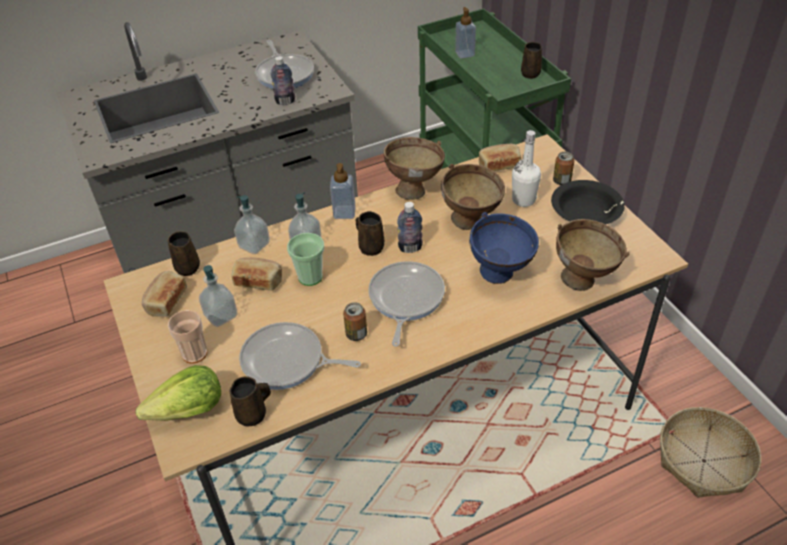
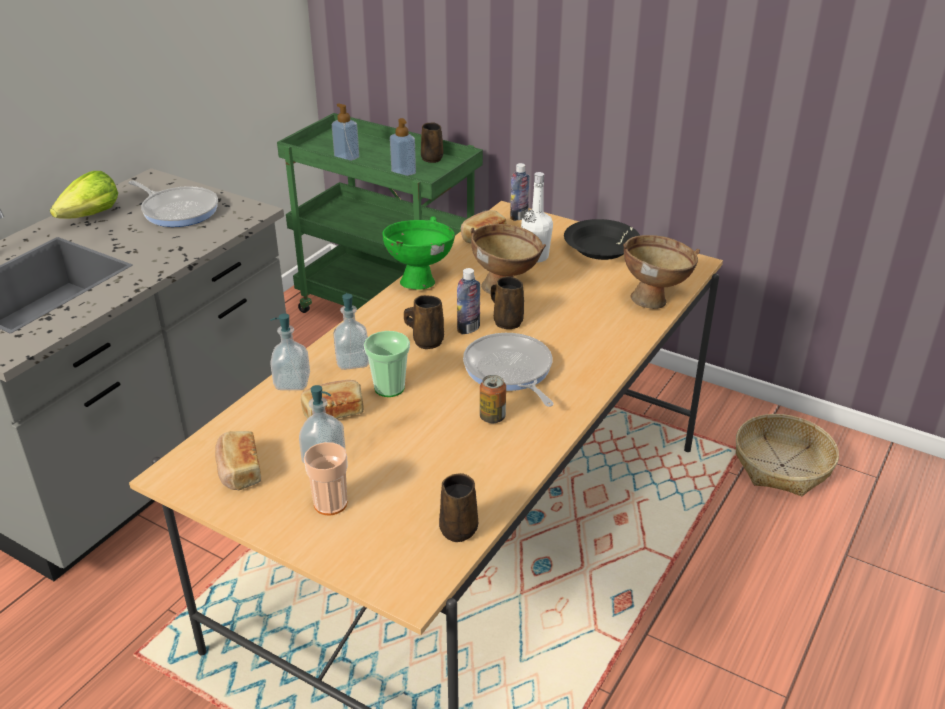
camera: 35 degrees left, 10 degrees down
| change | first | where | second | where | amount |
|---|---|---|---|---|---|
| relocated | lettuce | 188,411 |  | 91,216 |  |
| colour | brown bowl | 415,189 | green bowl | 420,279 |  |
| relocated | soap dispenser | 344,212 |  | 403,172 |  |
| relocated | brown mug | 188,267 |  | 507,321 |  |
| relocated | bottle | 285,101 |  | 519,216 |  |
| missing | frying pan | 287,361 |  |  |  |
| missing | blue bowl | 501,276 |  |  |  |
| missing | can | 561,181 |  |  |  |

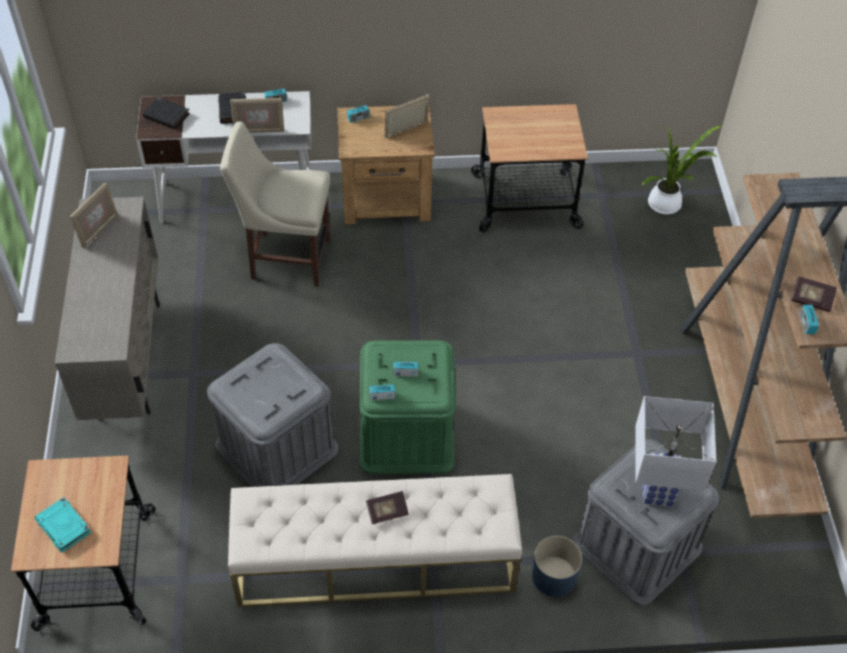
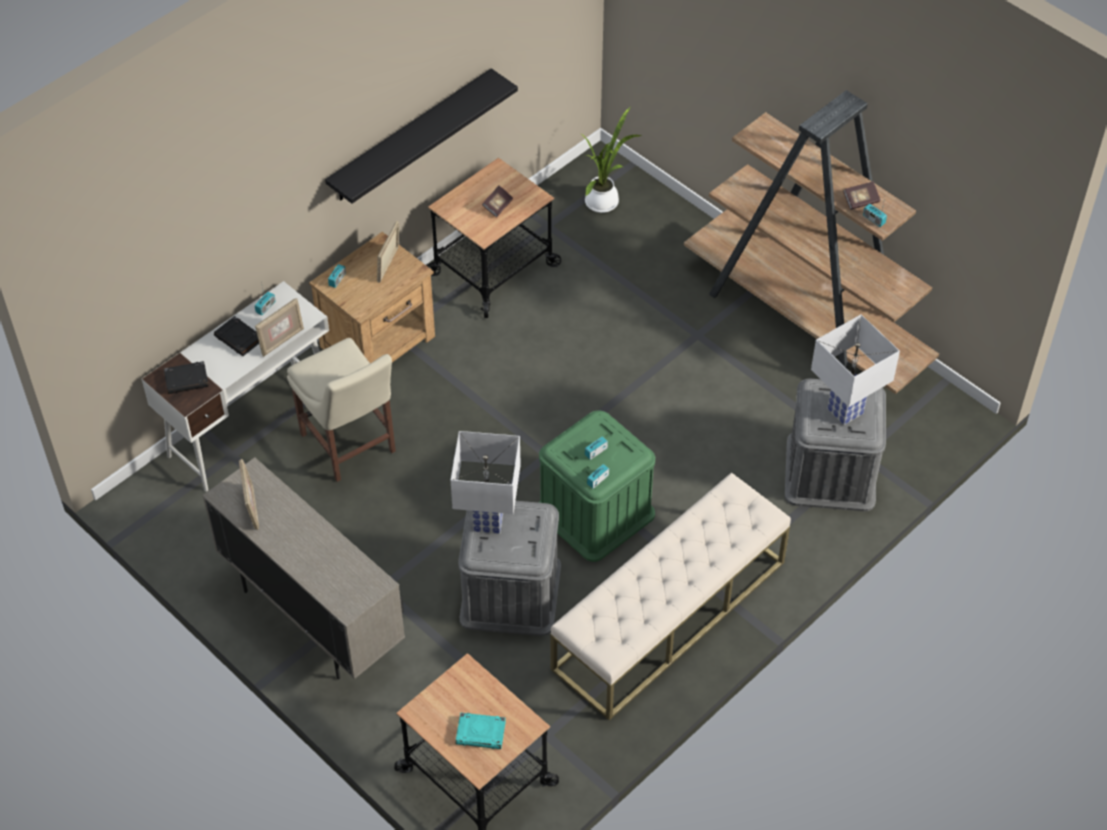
camera: 40 degrees left, 0 degrees up
| change | first | where | second | where | amount |
|---|---|---|---|---|---|
| spun | beige chair | 286,258 |  | 350,446 | 90 degrees counterclockwise |
| appeared |  |  | black shelf | 411,136 |  |
| appeared |  |  | white table lamp | 488,522 |  |
| relocated | book | 387,512 |  | 497,206 |  |
| missing | blue planter | 553,576 |  |  |  |

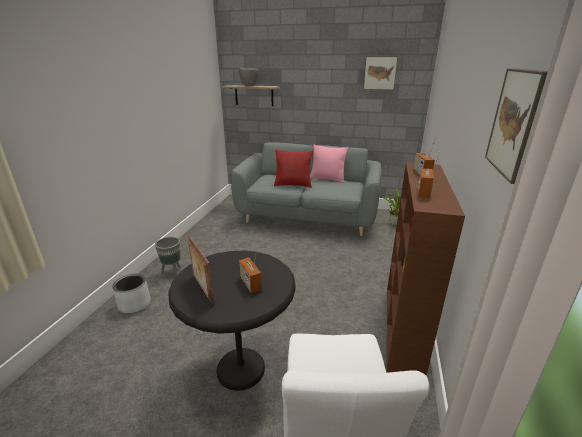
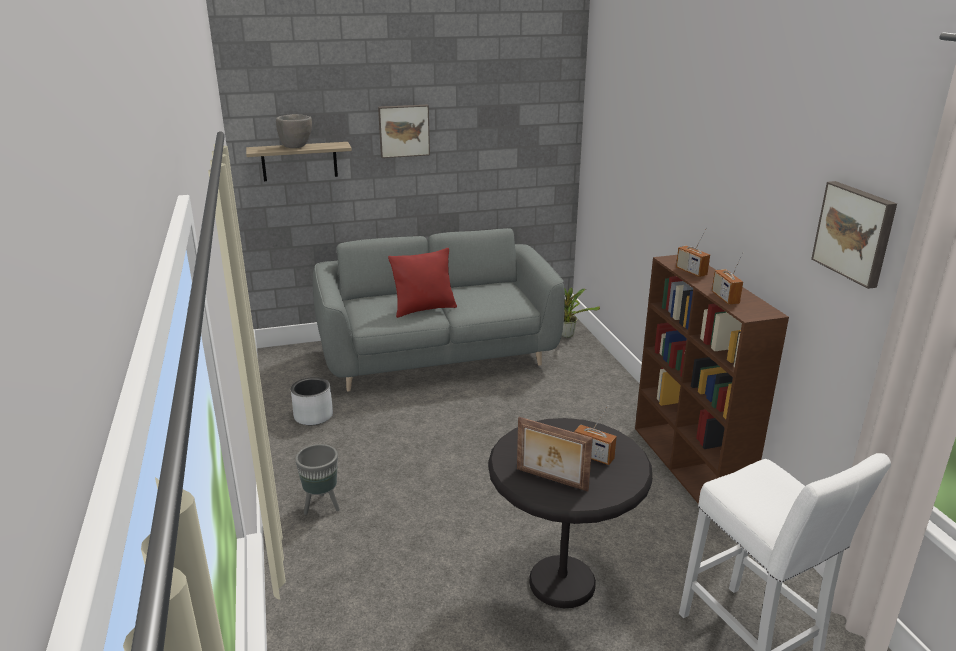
camera: 30 degrees left, 0 degrees up
| change | first | where | second | where | amount |
|---|---|---|---|---|---|
| relocated | grey planter | 134,304 |  | 313,416 |  |
| relocated | picture | 380,73 |  | 404,130 |  |
| missing | pink pillow | 327,179 |  |  |  |

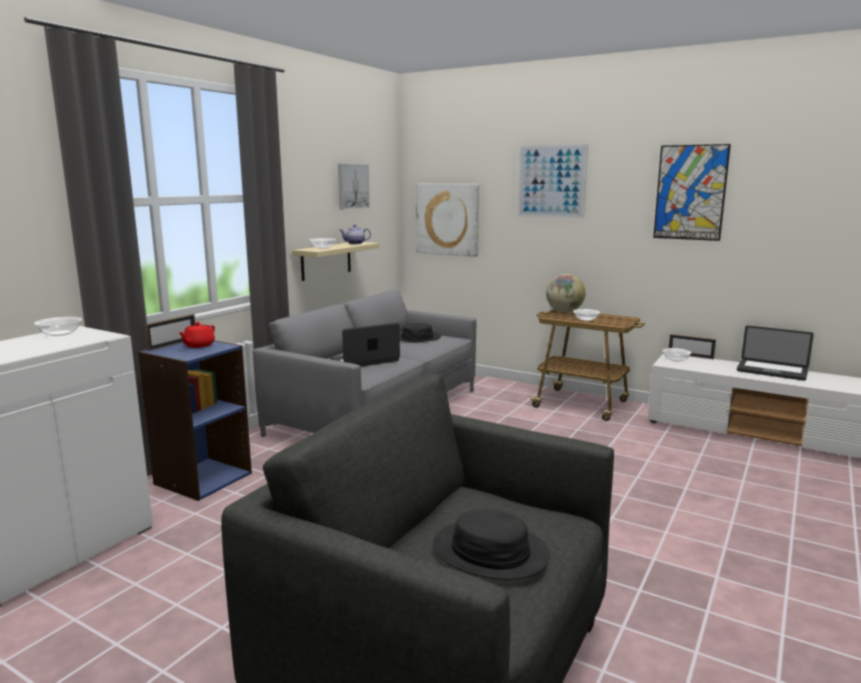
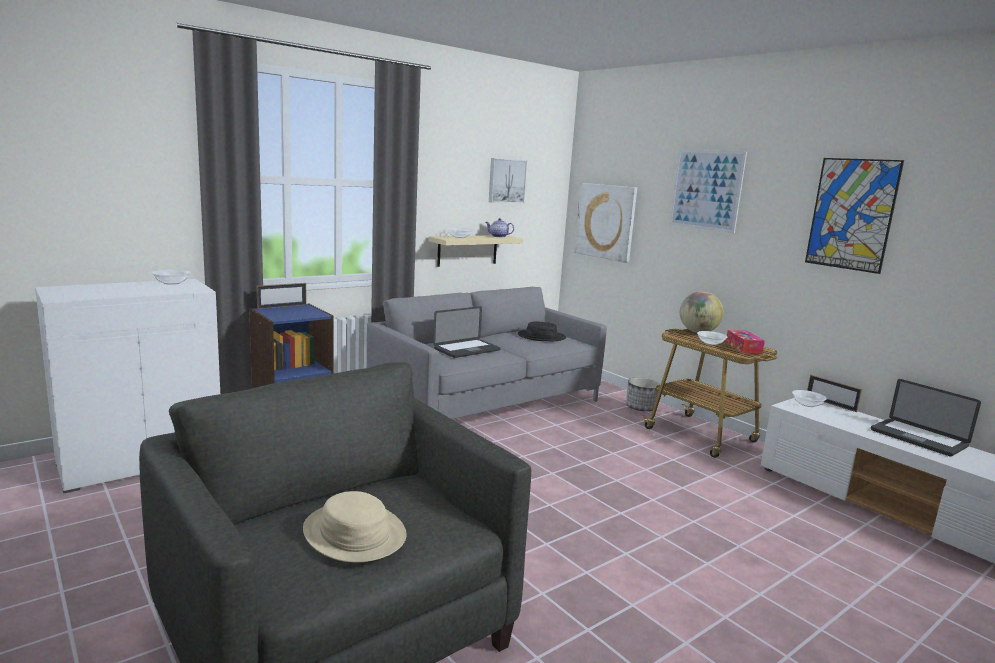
camera: 20 degrees right, 0 degrees up
| change | first | where | second | where | amount |
|---|---|---|---|---|---|
| colour | black hat | 490,552 | beige hat | 354,533 |  |
| spun | laptop | 365,361 |  | 467,349 | 150 degrees clockwise |
| appeared |  |  | planter | 641,408 |  |
| appeared |  |  | tissue box | 743,348 |  |
| missing | red teapot | 198,345 |  |  |  |

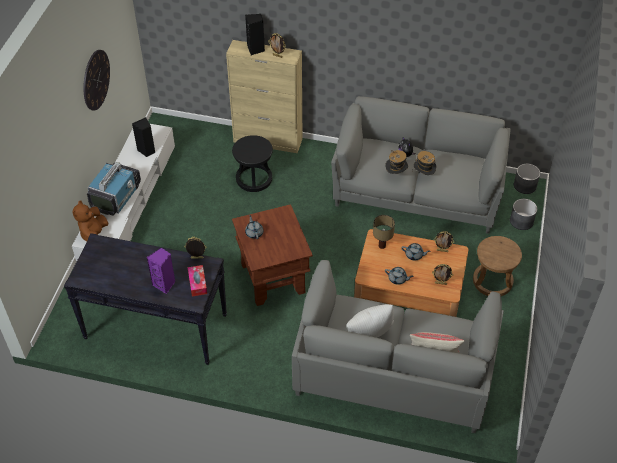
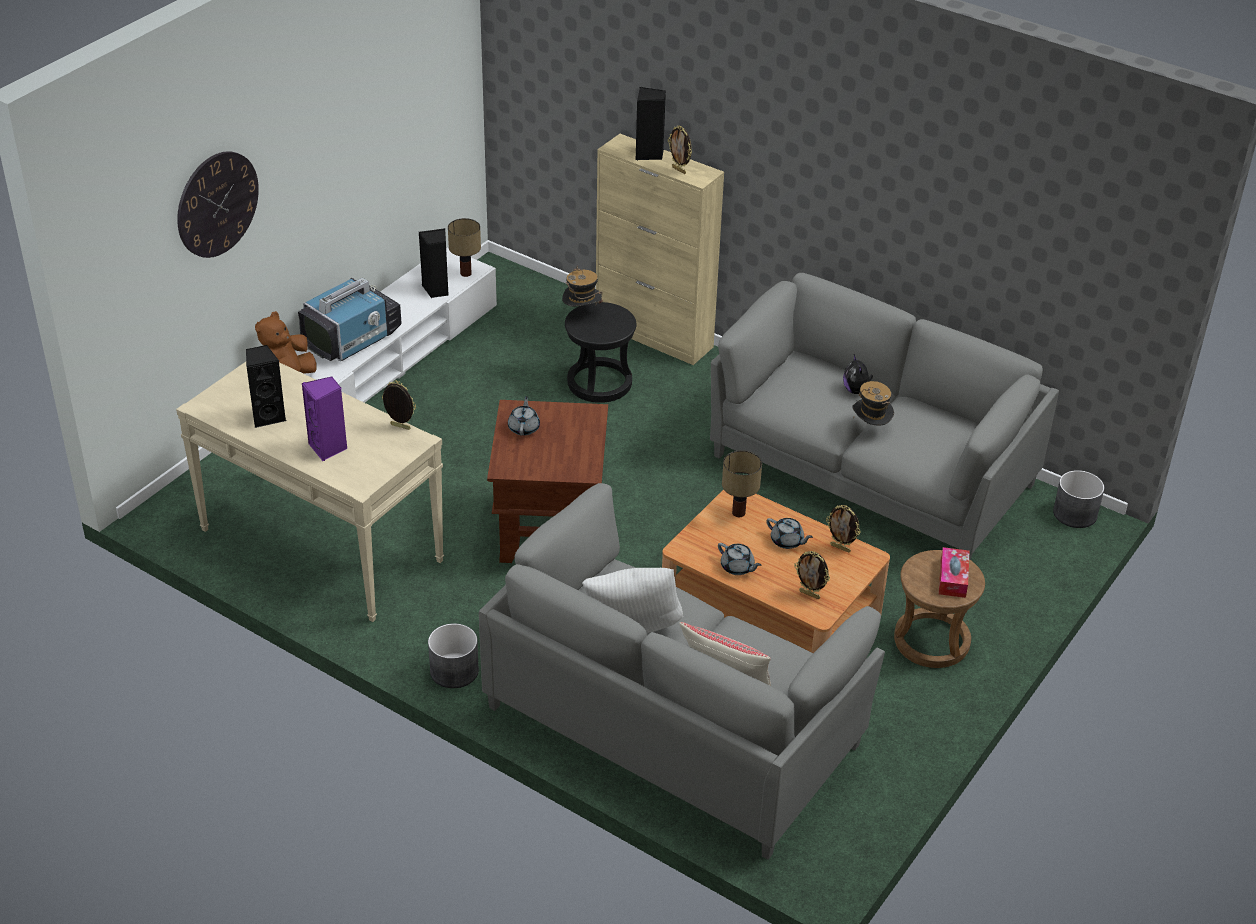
camera: 20 degrees right, 10 degrees down
| change | first | where | second | where | amount |
|---|---|---|---|---|---|
| colour | black console table | 155,326 | beige console table | 320,545 |  |
| relocated | wall clock | 96,80 |  | 217,204 |  |
| appeared |  |  | black speaker | 268,416 |  |
| relocated | grey planter | 521,221 |  | 454,671 |  |
| appeared |  |  | table lamp | 466,273 |  |
| relocated | hat | 396,174 |  | 582,313 |  |
| relocated | tissue box | 197,283 |  | 953,578 |  |

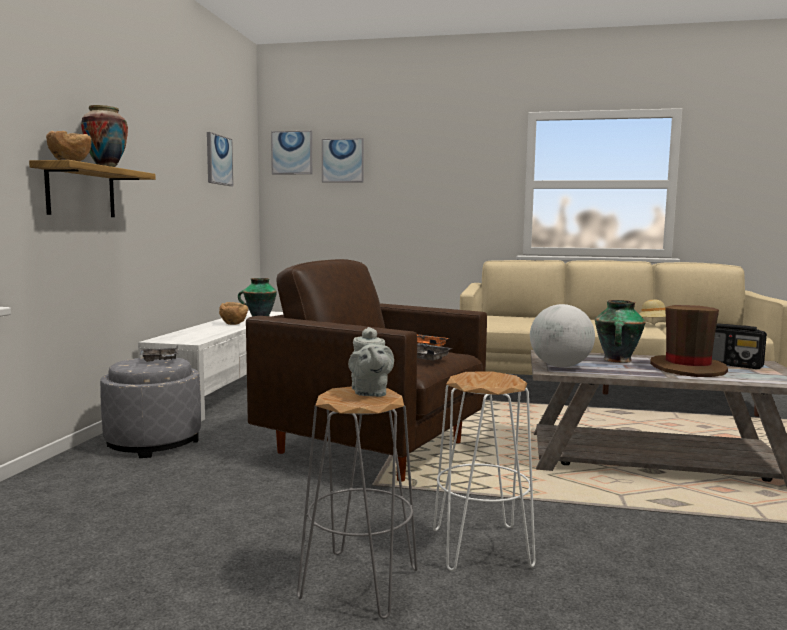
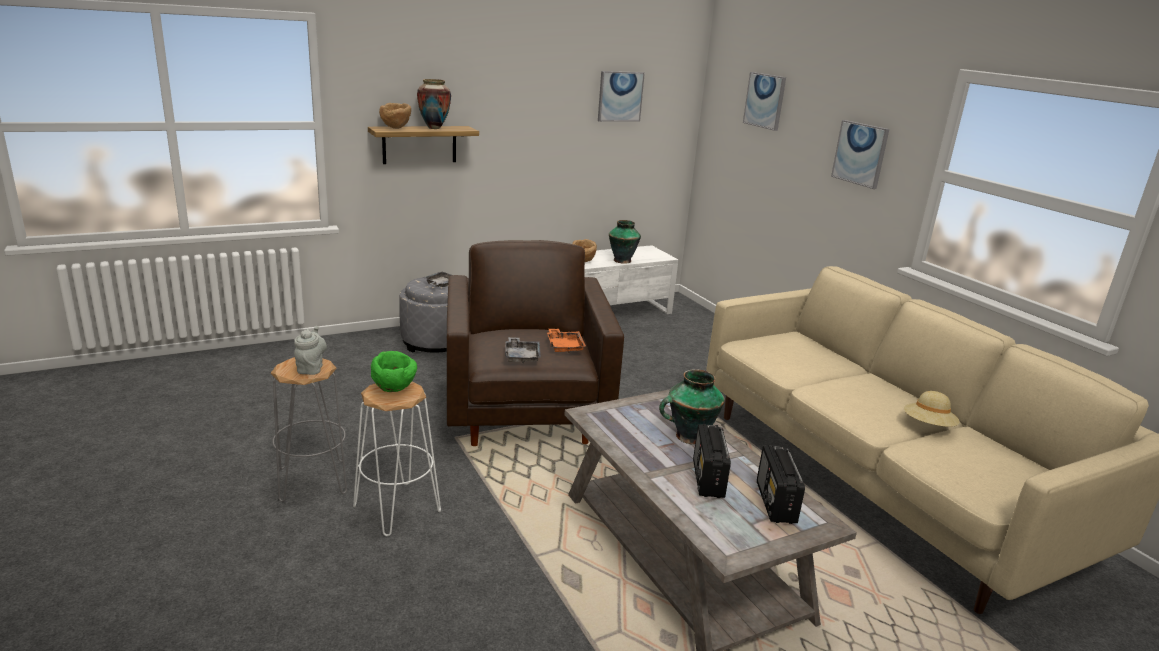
camera: 50 degrees right, 15 degrees up
| change | first | where | second | where | amount |
|---|---|---|---|---|---|
| spun | grey teapot | 369,393 |  | 311,368 | 135 degrees clockwise |
| appeared |  |  | green bowl | 394,389 |  |
| exchanged | brown hat | 688,368 | radio | 708,479 |  |
| relocated | picture | 292,153 |  | 860,153 |  |
| missing | globe | 560,366 |  |  |  |

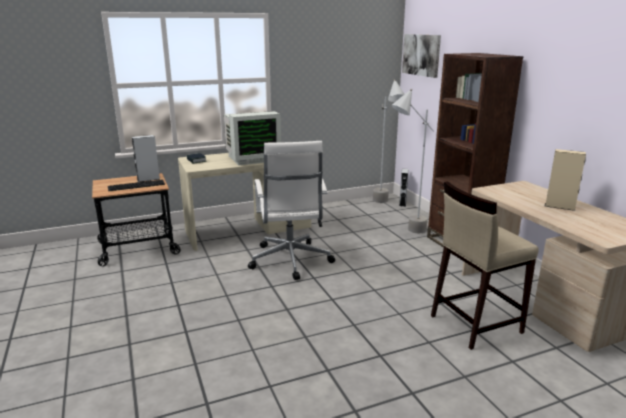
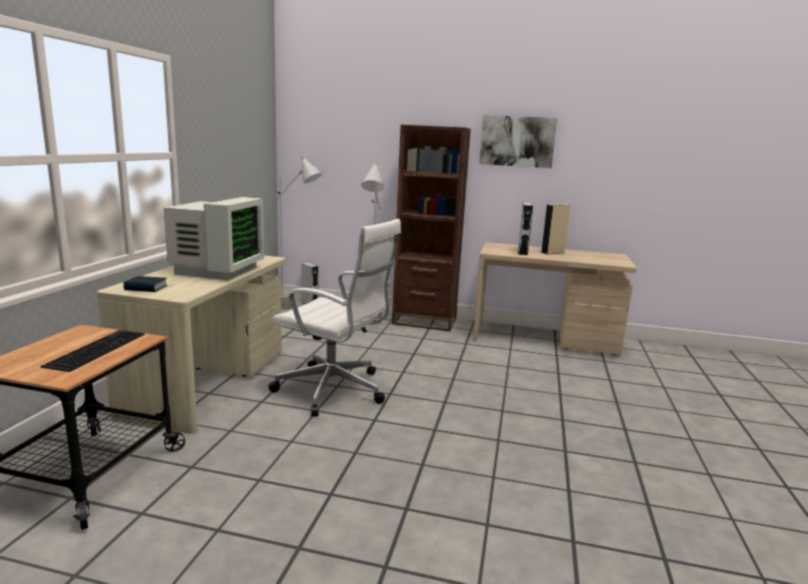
camera: 55 degrees left, 5 degrees down
| change | first | where | second | where | amount |
|---|---|---|---|---|---|
| relocated | picture | 421,55 |  | 517,141 |  |
| relocated | grey speaker | 148,179 |  | 522,252 |  |
| missing | beige stool | 474,324 |  |  |  |

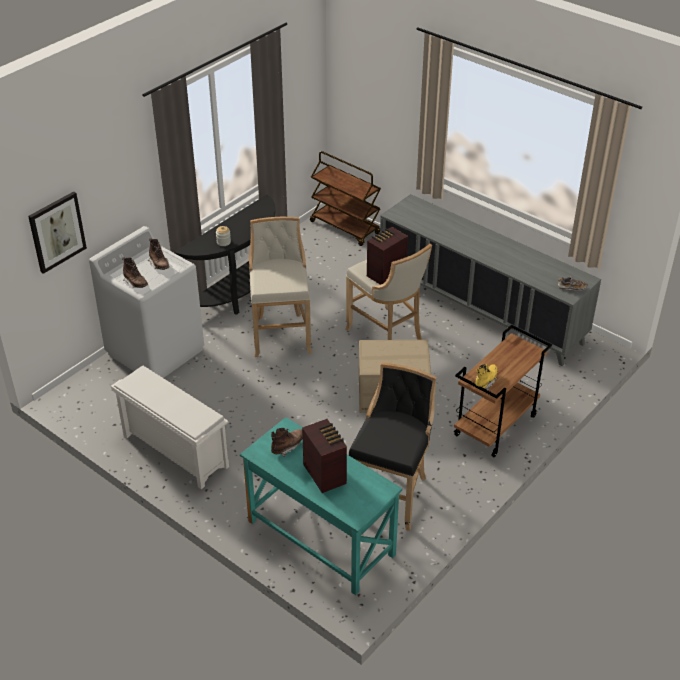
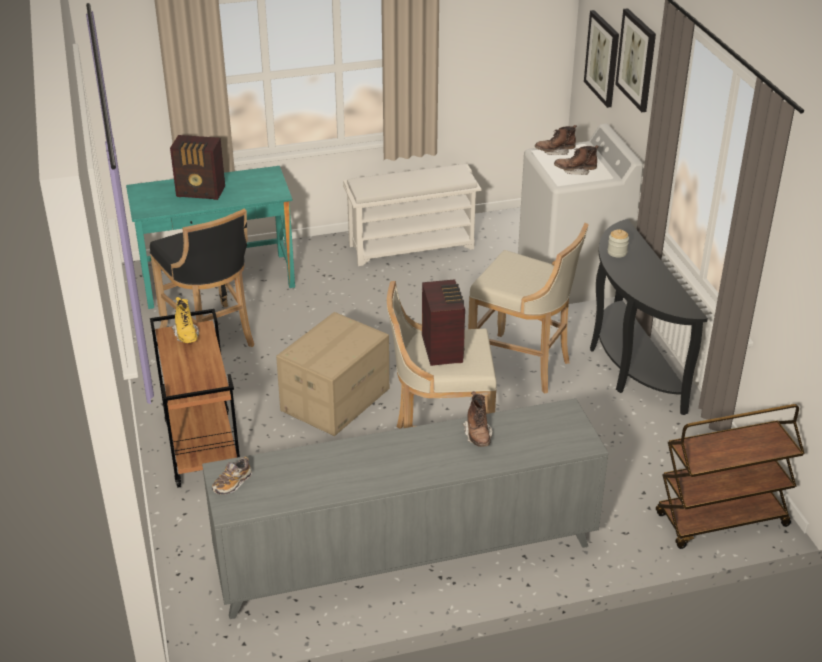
camera: 125 degrees right, 5 degrees down
| change | first | where | second | where | amount |
|---|---|---|---|---|---|
| relocated | brown boot | 287,446 |  | 478,435 |  |
| appeared |  |  | picture | 637,60 |  |

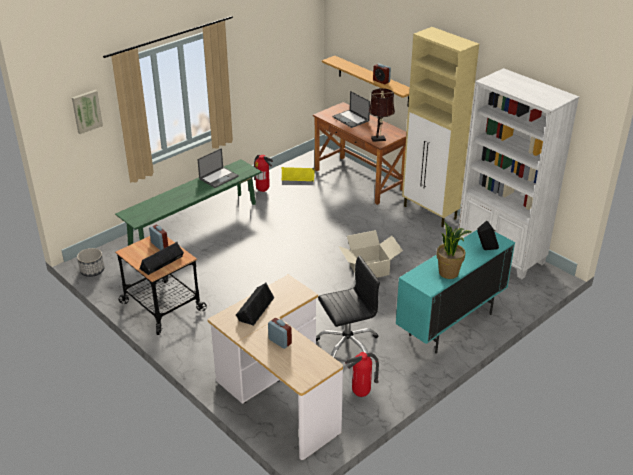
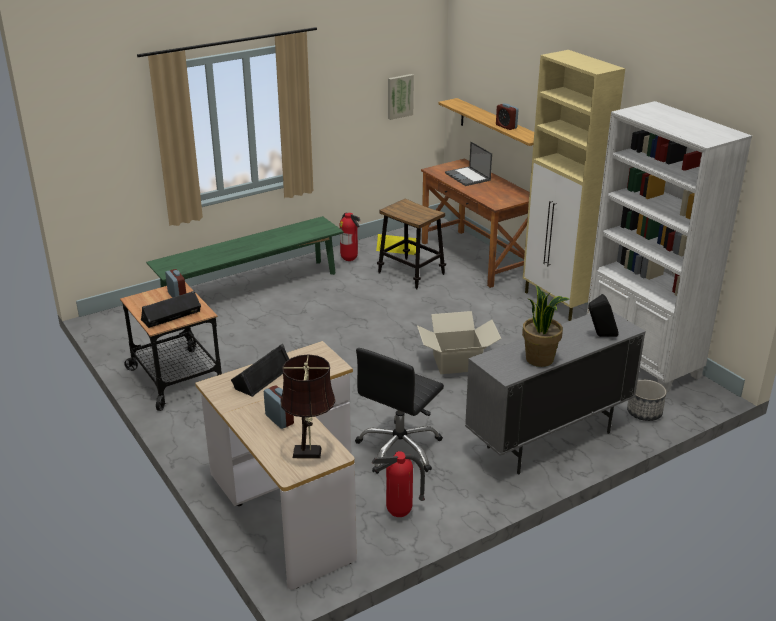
camera: 10 degrees right, 5 degrees down
| change | first | where | second | where | amount |
|---|---|---|---|---|---|
| relocated | brown table lamp | 380,139 |  | 310,453 |  |
| spun | black office chair | 347,344 |  | 399,449 | 135 degrees clockwise |
| appeared |  |  | stool | 411,273 |  |
| relocated | picture | 86,111 |  | 399,96 |  |
| colour | turquoise cabinet | 450,325 | grey cabinet | 548,440 |  |
| relocated | planter | 92,270 |  | 644,412 |  |
| missing | laptop | 219,177 |  |  |  |

